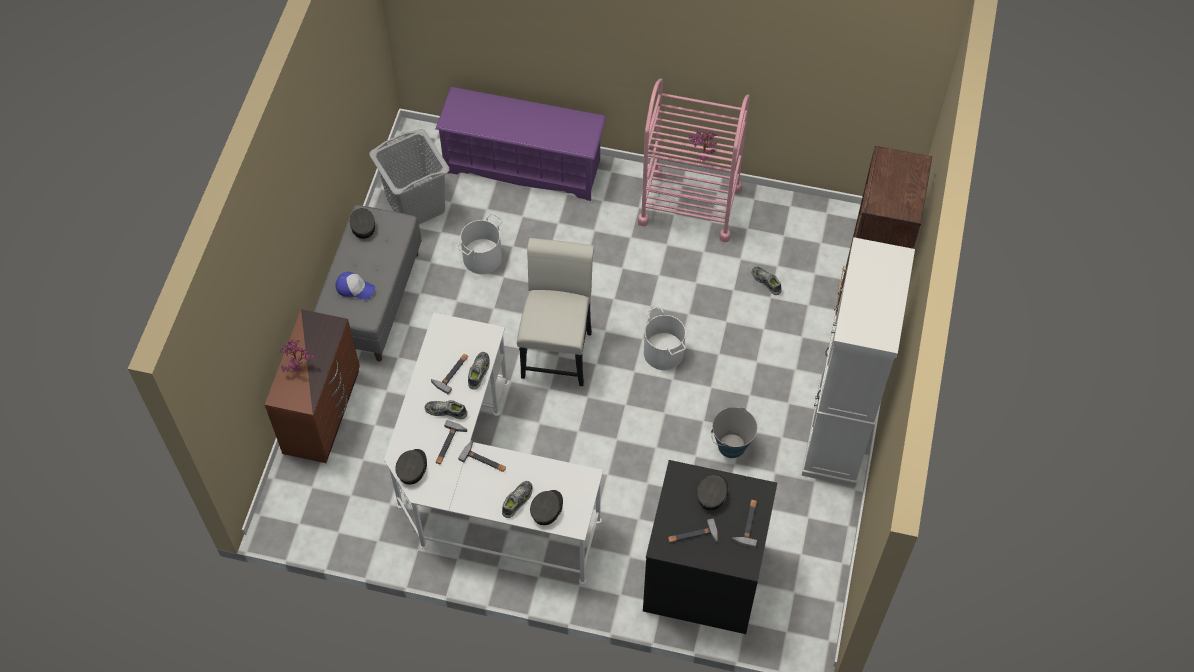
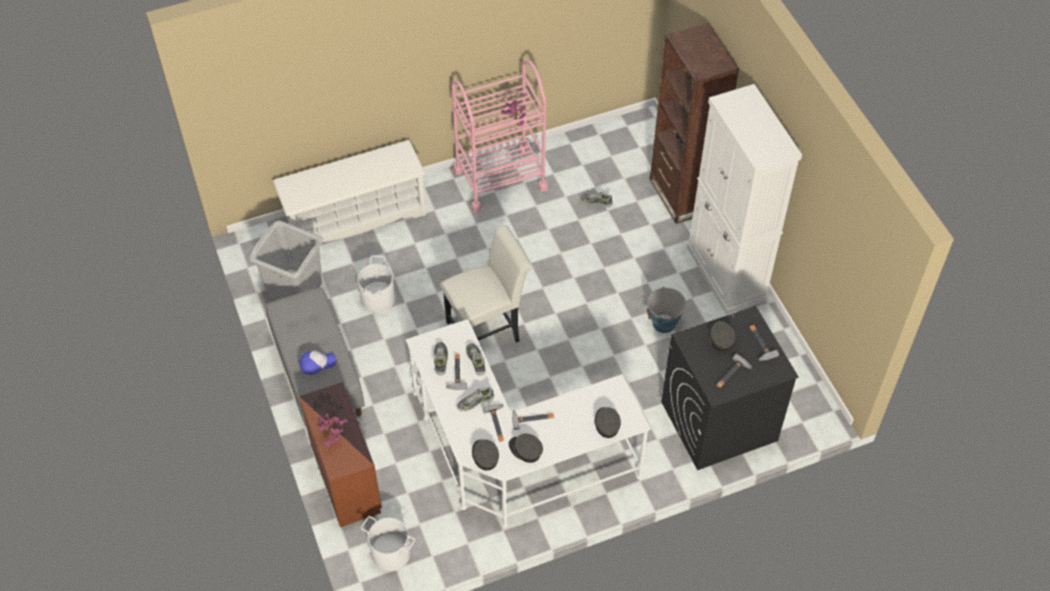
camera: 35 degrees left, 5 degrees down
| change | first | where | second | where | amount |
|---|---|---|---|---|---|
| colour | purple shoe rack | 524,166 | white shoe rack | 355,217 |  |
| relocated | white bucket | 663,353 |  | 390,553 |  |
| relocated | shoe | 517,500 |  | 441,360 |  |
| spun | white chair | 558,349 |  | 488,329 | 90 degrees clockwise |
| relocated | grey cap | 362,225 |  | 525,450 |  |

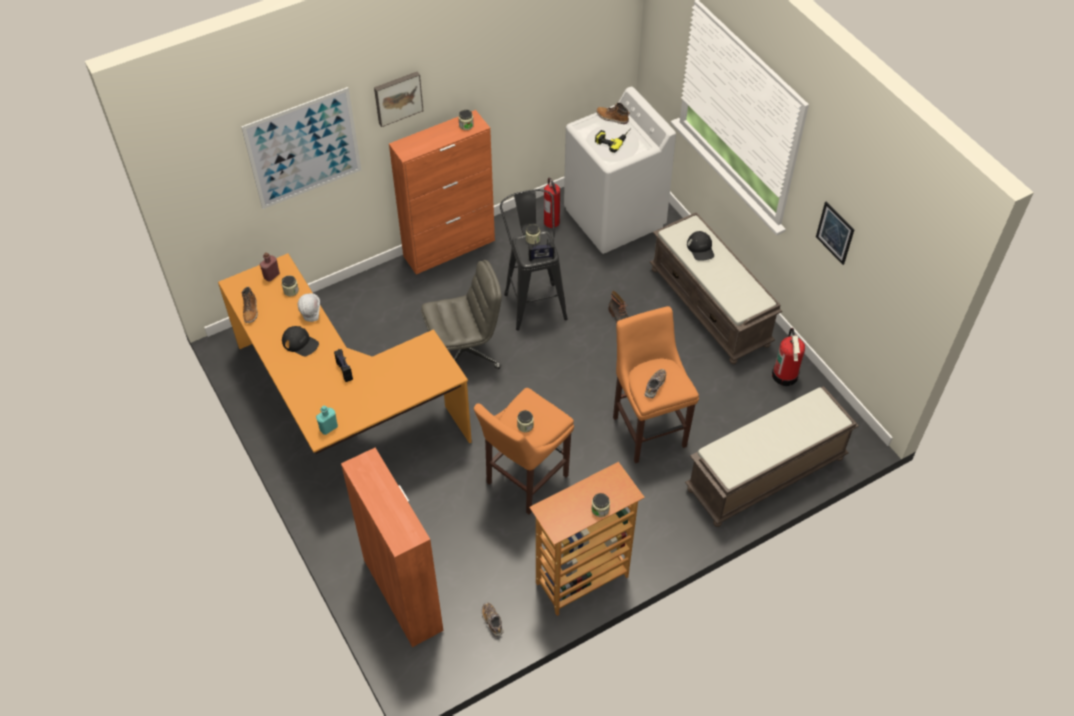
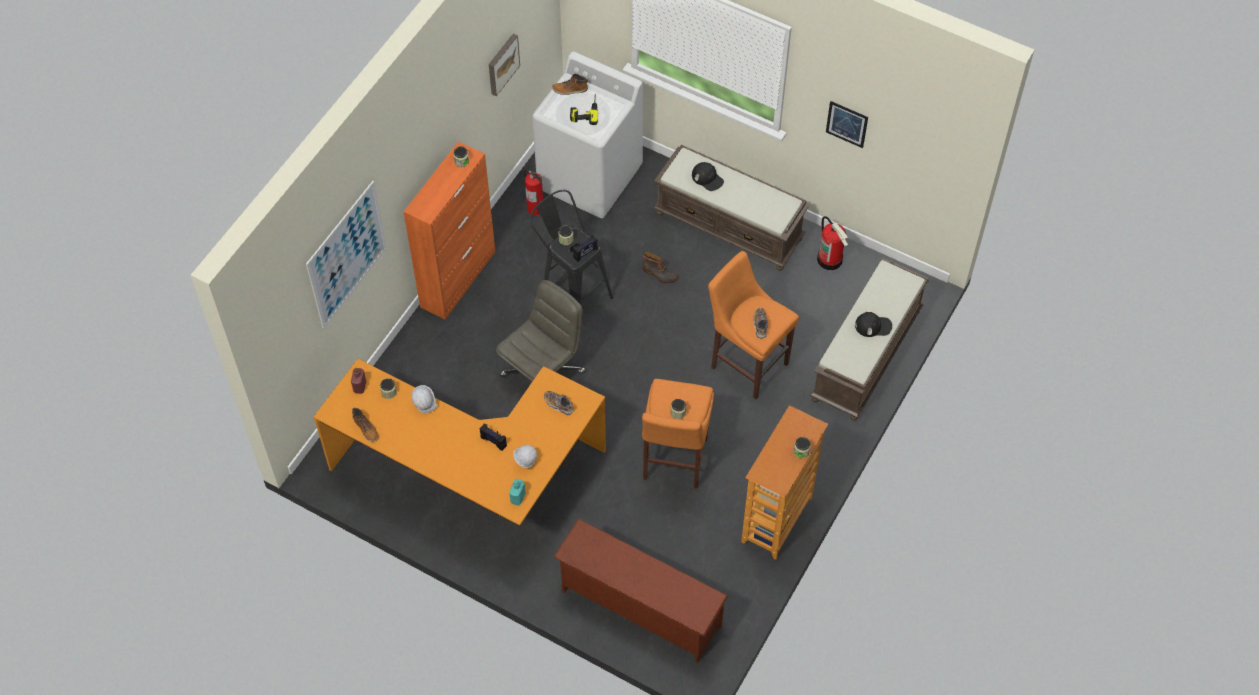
camera: 30 degrees left, 5 degrees up
| change | first | where | second | where | amount |
|---|---|---|---|---|---|
| relocated | picture | 397,97 |  | 502,64 |  |
| appeared |  |  | white hard hat | 525,462 |  |
| relocated | shoe | 492,621 |  | 559,405 |  |
| exchanged | orange cabinet | 402,594 | brown shoe rack | 639,609 |  |
| relocated | black cap | 300,343 |  | 873,326 |  |

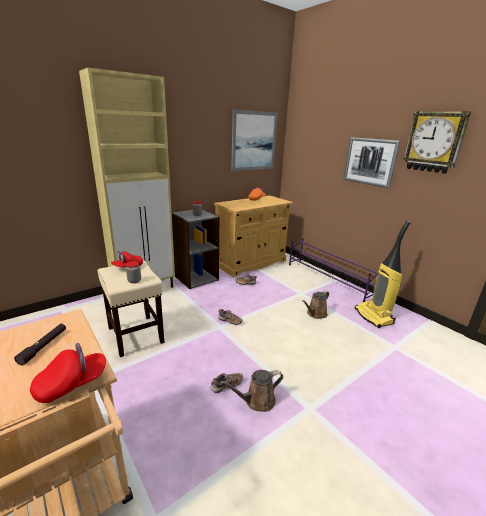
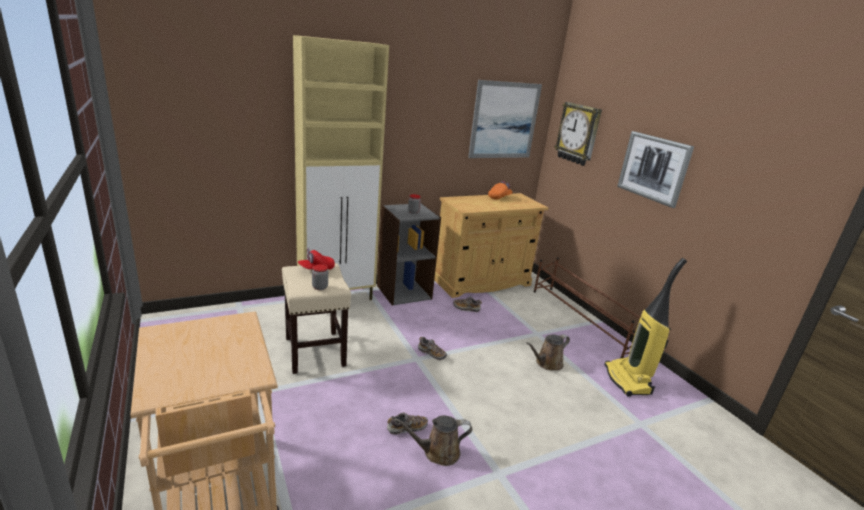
camera: 10 degrees right, 0 degrees up
| change | first | where | second | where | amount |
|---|---|---|---|---|---|
| colour | purple shoe rack | 328,279 | brown shoe rack | 582,320 |  |
| relocated | wall clock | 434,142 |  | 578,134 |  |
| missing | black flashlight | 44,346 |  |  |  |
| missing | red cap | 72,384 |  |  |  |

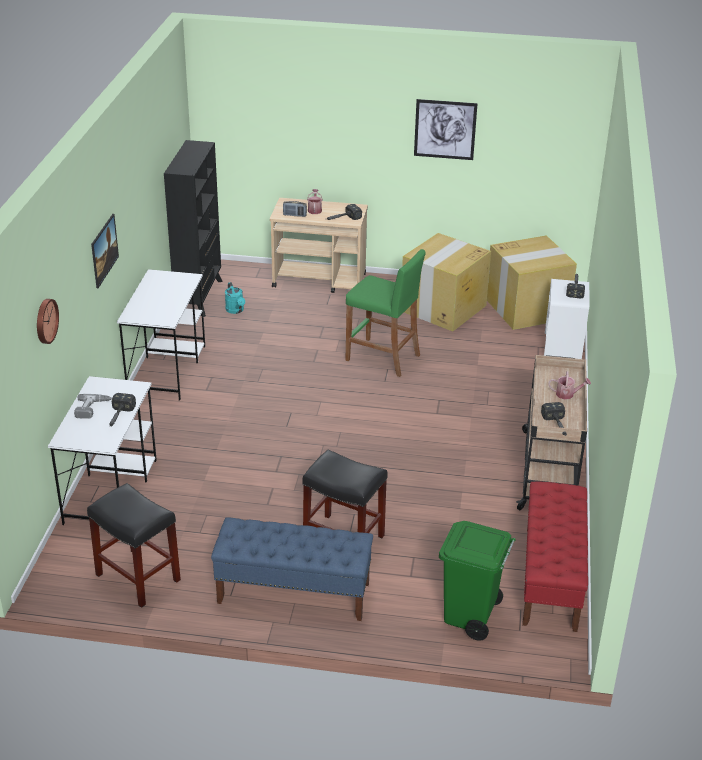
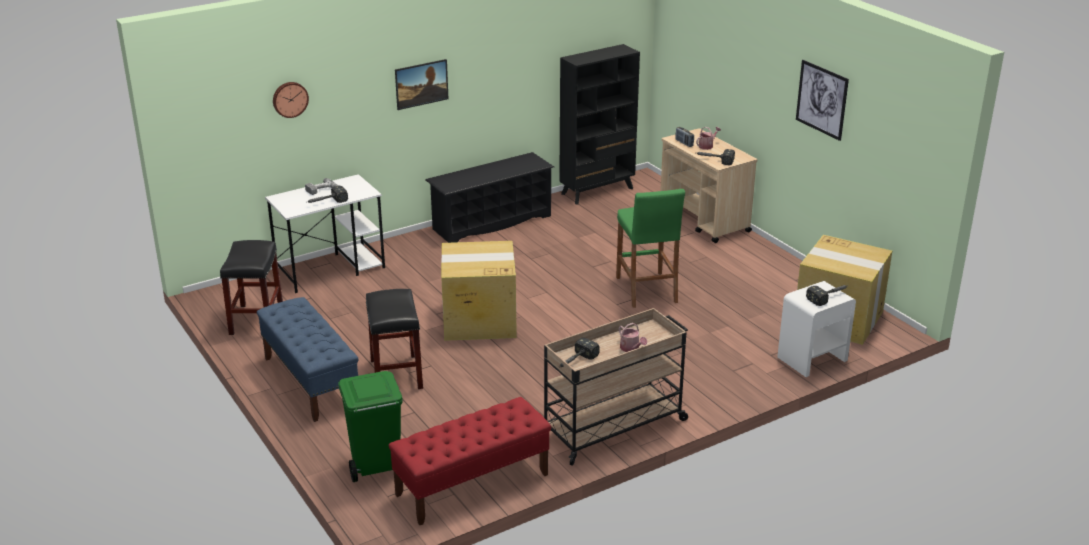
camera: 50 degrees right, 5 degrees down
| change | first | where | second | where | amount |
|---|---|---|---|---|---|
| exchanged | white desk | 167,369 | black shoe rack | 491,222 |  |
| relocated | cardboard box | 442,308 |  | 478,320 |  |
| missing | turquoise watering can | 236,310 |  |  |  |

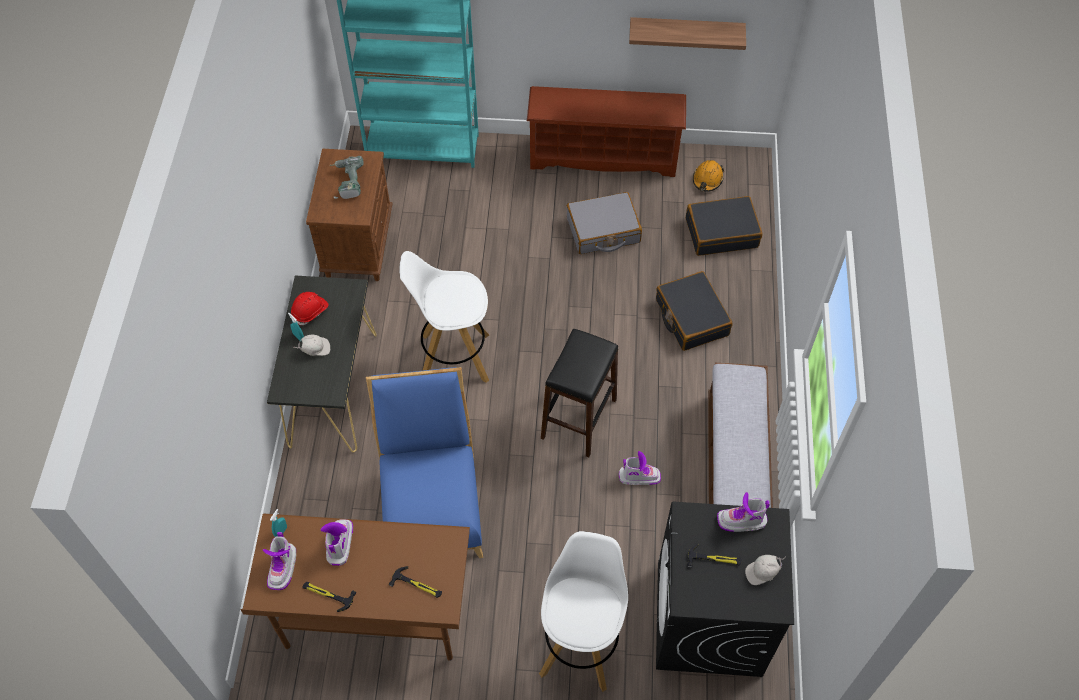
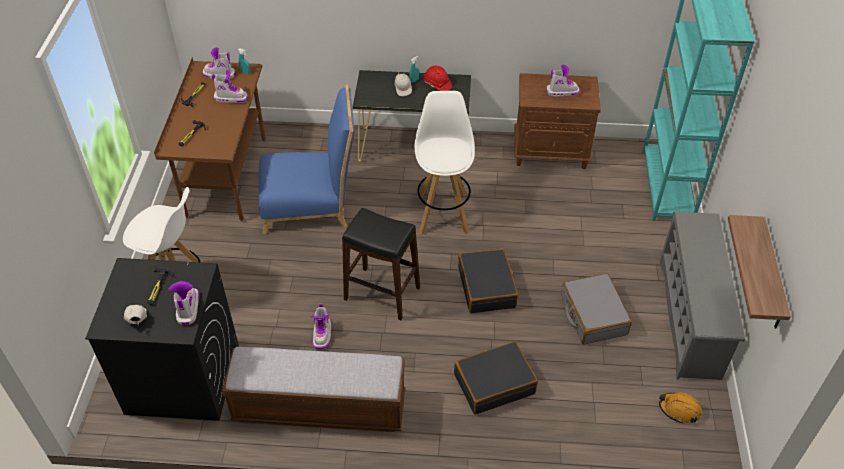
camera: 90 degrees right, 10 degrees down
| change | first | where | second | where | amount |
|---|---|---|---|---|---|
| relocated | black suitcase | 721,232 |  | 487,287 |  |
| exchanged | power drill | 347,183 | boot | 562,92 |  |
| colour | brown shoe rack | 604,156 | grey shoe rack | 690,318 |  |

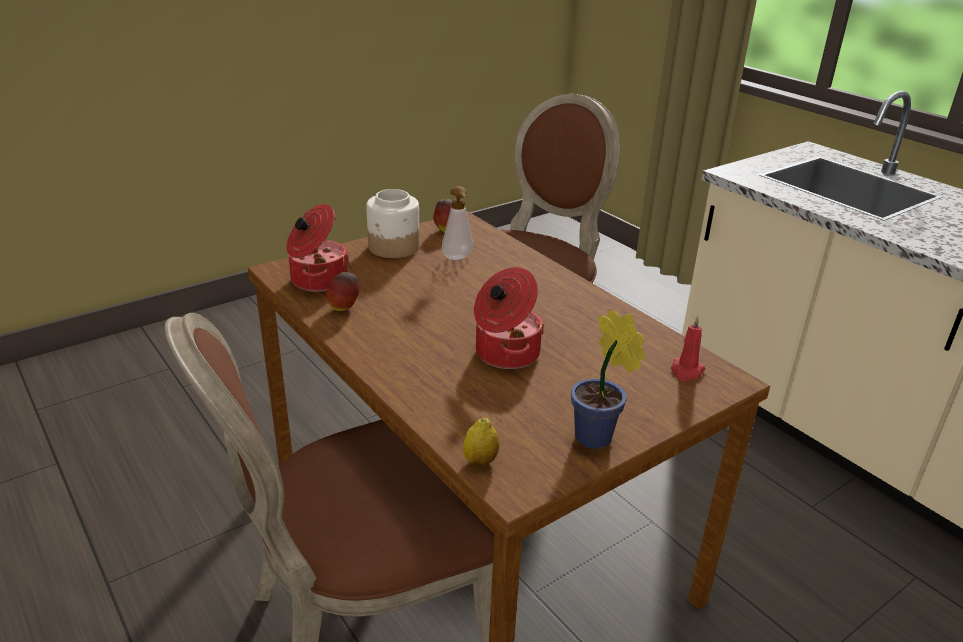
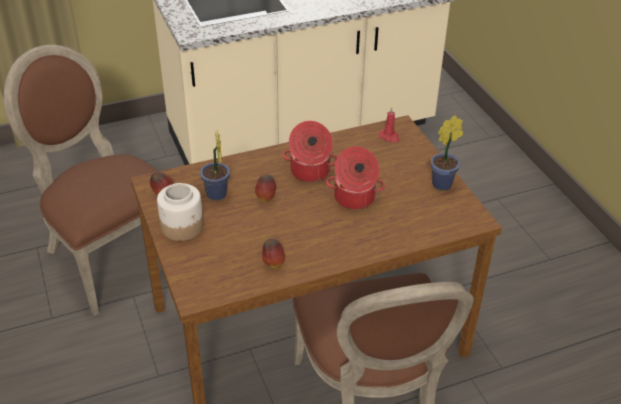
camera: 75 degrees left, 10 degrees up
| change | first | where | second | where | amount |
|---|---|---|---|---|---|
| exchanged | soap dispenser | 458,258 | potted plant | 217,196 |  |
| appeared |  |  | apple | 266,198 |  |
| relocated | cooking pot | 317,280 |  | 309,172 |  |
| missing | lemon | 480,461 |  |  |  |

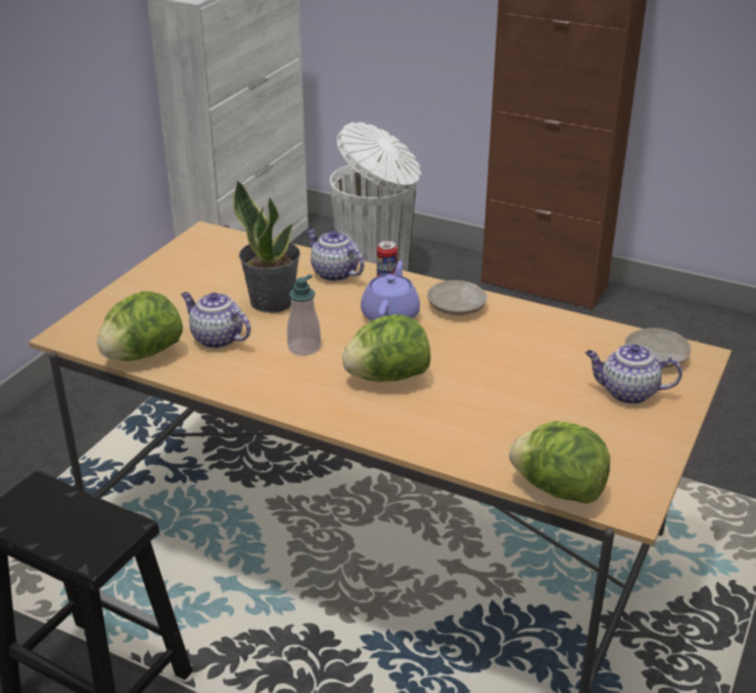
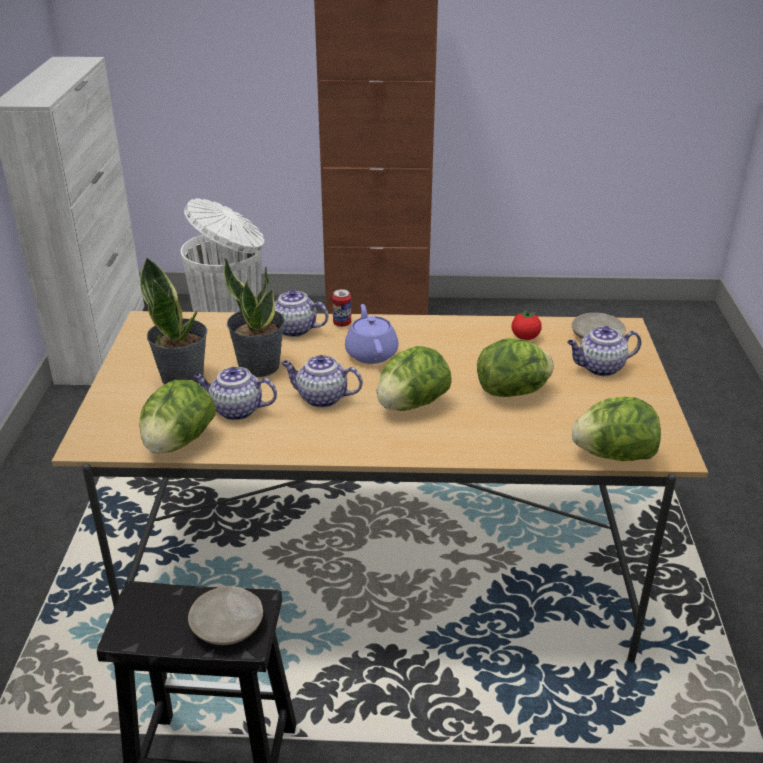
camera: 25 degrees left, 0 degrees up
| change | first | where | second | where | amount |
|---|---|---|---|---|---|
| appeared |  |  | potted plant | 183,377 |  |
| relocated | beige plate | 457,306 |  | 228,624 |  |
| exchanged | soap dispenser | 304,347 | teapot | 321,398 |  |
| appeared |  |  | lettuce | 513,392 |  |
| appeared |  |  | tomato | 525,337 |  |

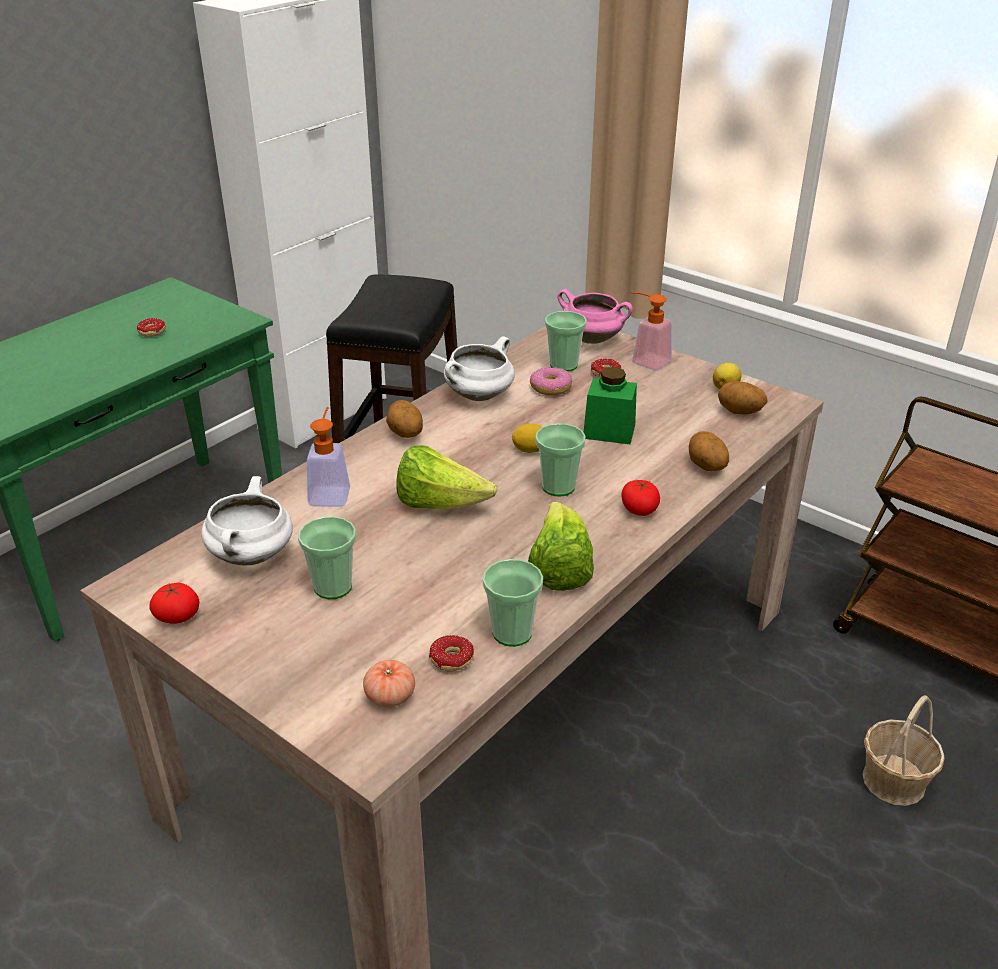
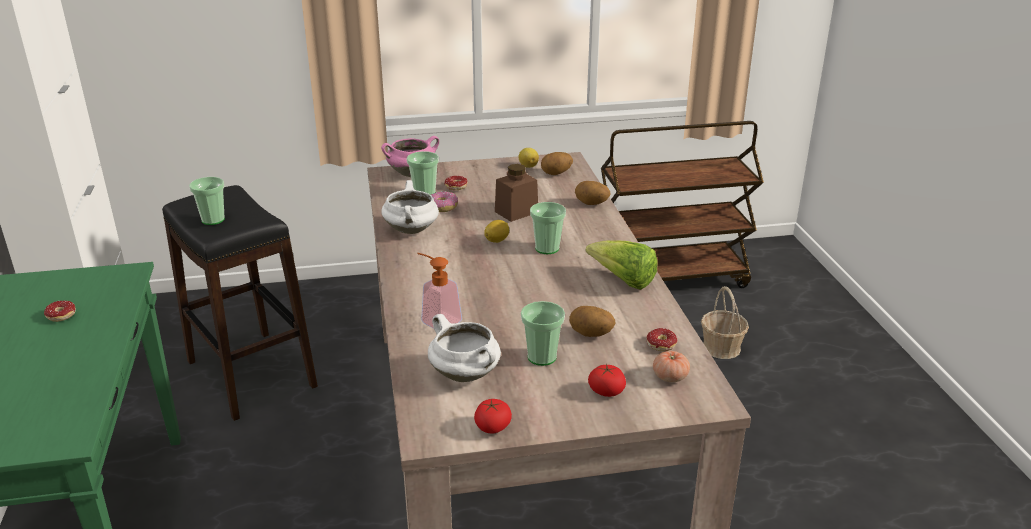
camera: 50 degrees left, 5 degrees down
| change | first | where | second | where | amount |
|---|---|---|---|---|---|
| relocated | cup | 512,633 |  | 213,220 |  |
| colour | green jar | 609,431 | brown jar | 516,212 |  |
| relocated | potato | 405,434 |  | 591,335 |  |
| relocated | tomato | 639,509 |  | 606,391 |  |
| missing | lettuce | 440,504 |  |  |  |
| missing | soap dispenser | 645,360 |  |  |  |

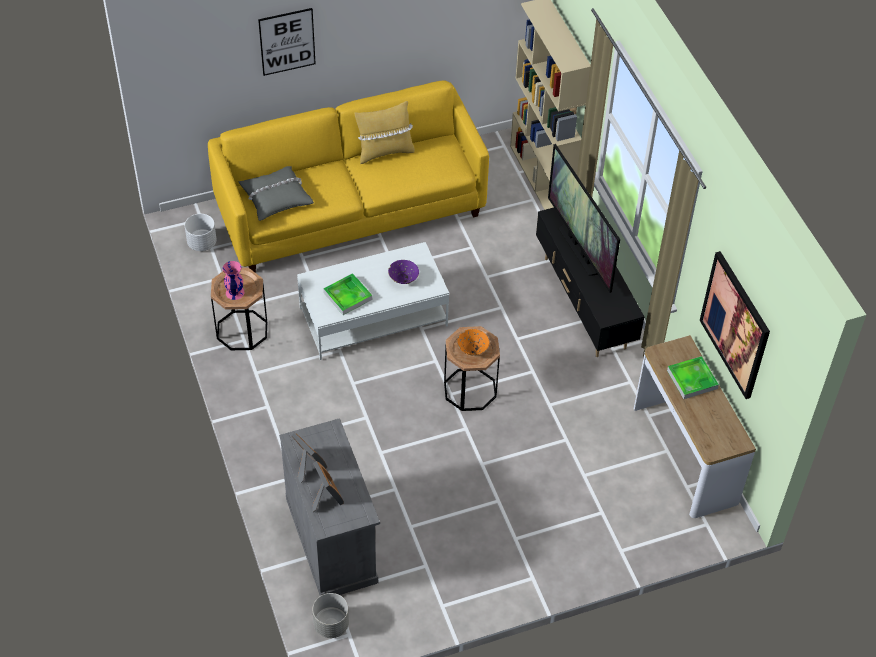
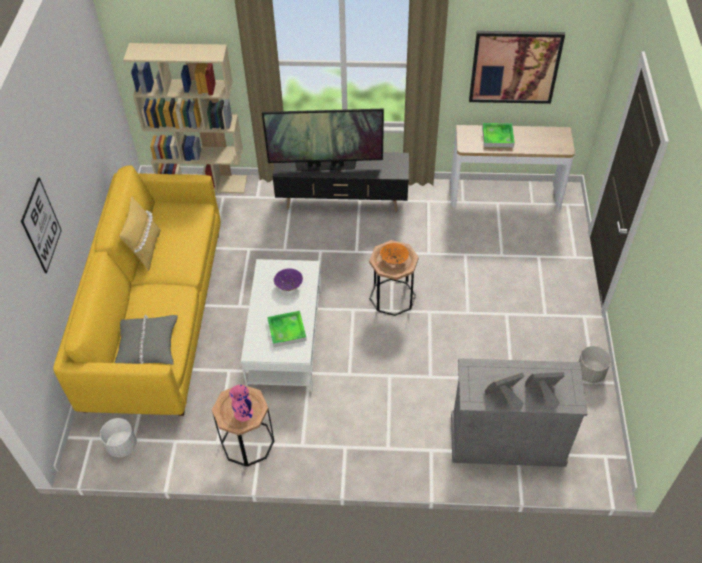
camera: 65 degrees left, 0 degrees up
| change | first | where | second | where | amount |
|---|---|---|---|---|---|
| relocated | grey planter | 331,624 |  | 590,373 |  |

